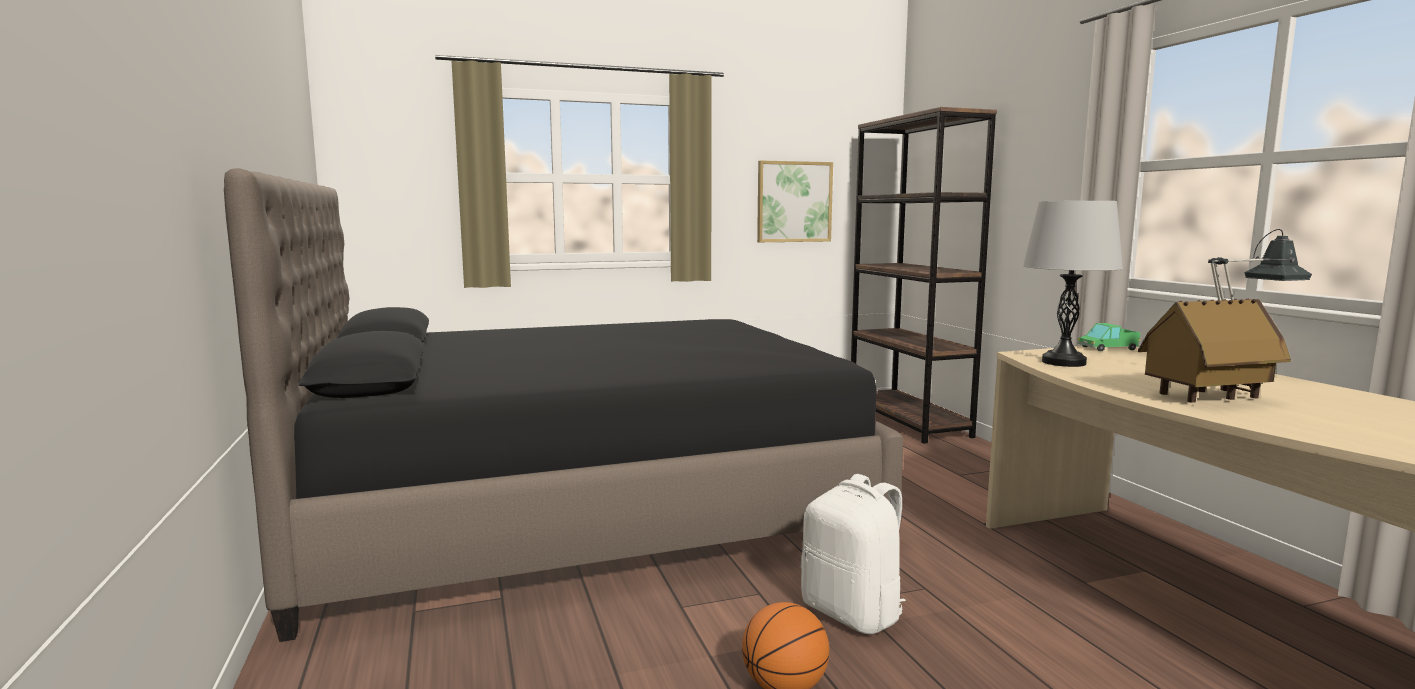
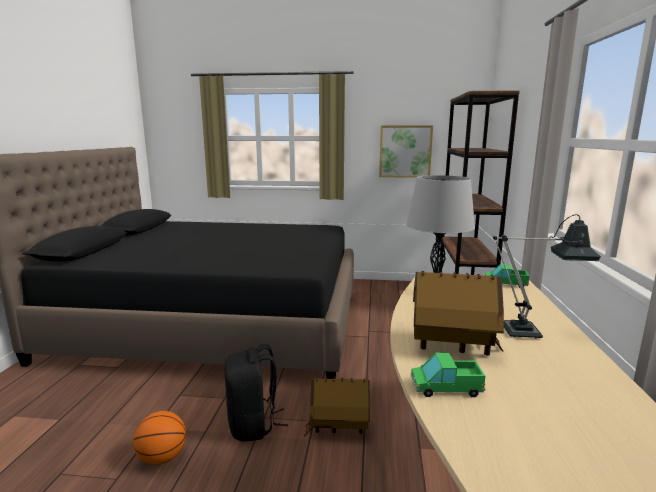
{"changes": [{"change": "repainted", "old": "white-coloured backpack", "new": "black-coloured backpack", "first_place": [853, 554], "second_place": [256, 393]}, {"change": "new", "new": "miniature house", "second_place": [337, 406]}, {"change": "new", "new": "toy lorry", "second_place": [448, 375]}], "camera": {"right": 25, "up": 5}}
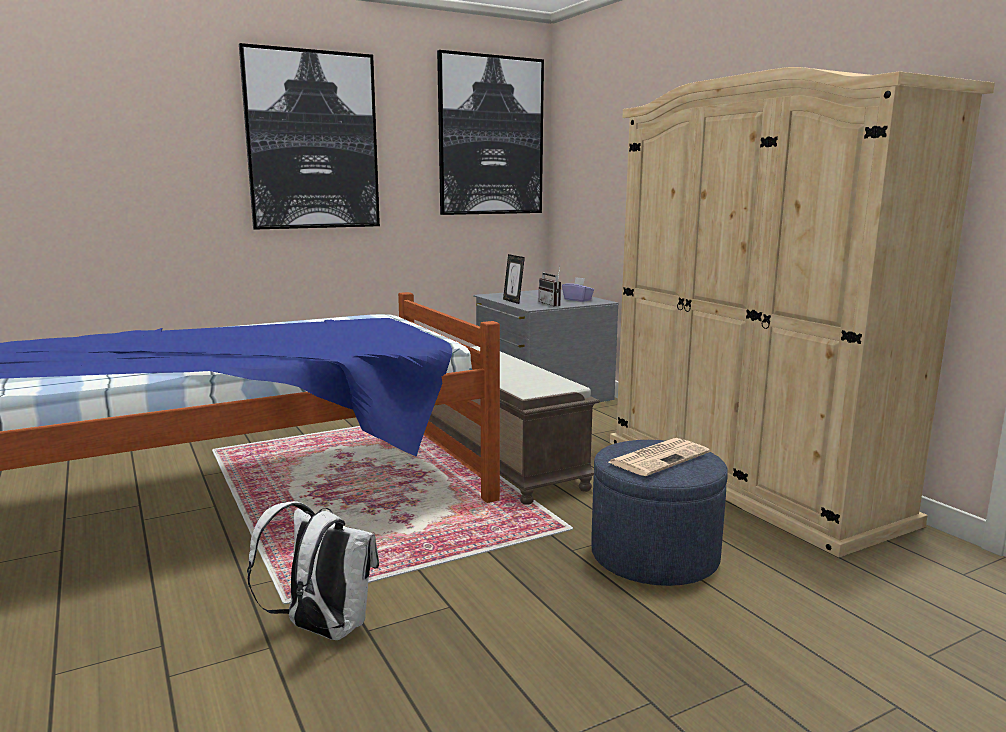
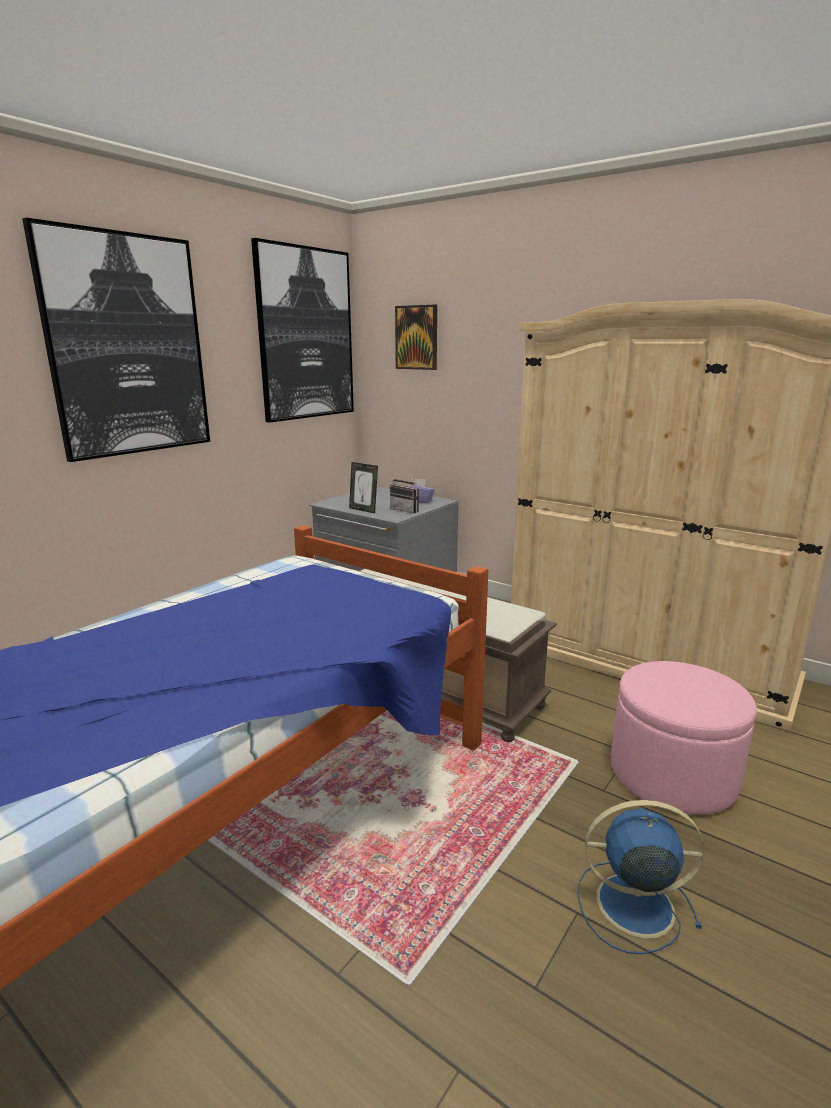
{"changes": [{"change": "new", "new": "picture", "second_place": [416, 337]}, {"change": "new", "new": "blue electric fan", "second_place": [641, 877]}, {"change": "repainted", "old": "blue pouffe", "new": "pink pouffe", "first_place": [659, 513], "second_place": [684, 737]}, {"change": "gone", "old": "white-coloured backpack", "first_place": [313, 570]}, {"change": "gone", "old": "daily paper", "first_place": [659, 457]}], "camera": {"right": -25, "up": 5}}
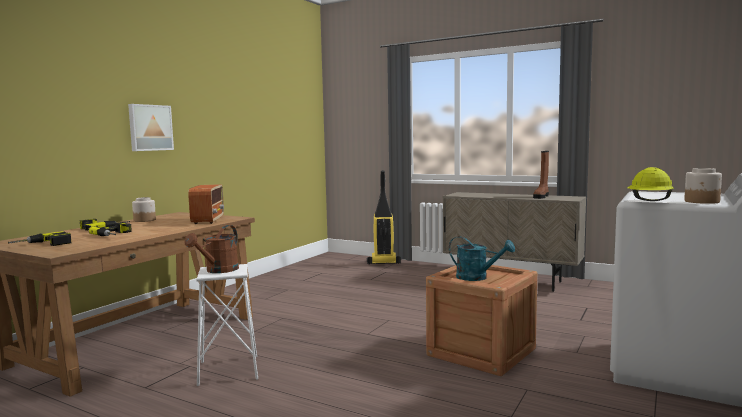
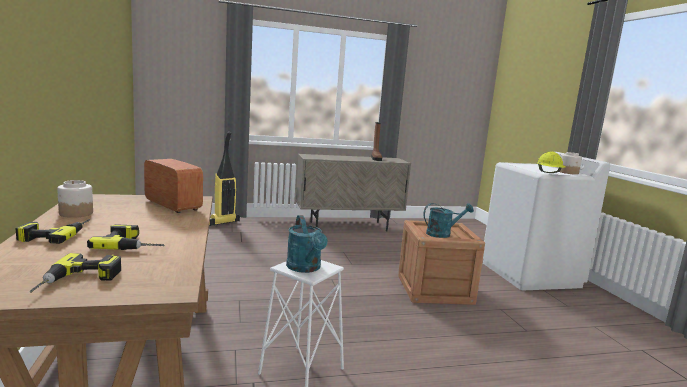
{"changes": [{"change": "repainted", "old": "brown-coloured watering pot", "new": "turquoise watering pot", "first_place": [212, 249], "second_place": [307, 244]}, {"change": "gone", "old": "picture", "first_place": [151, 127]}], "camera": {"right": -45, "up": 5}}
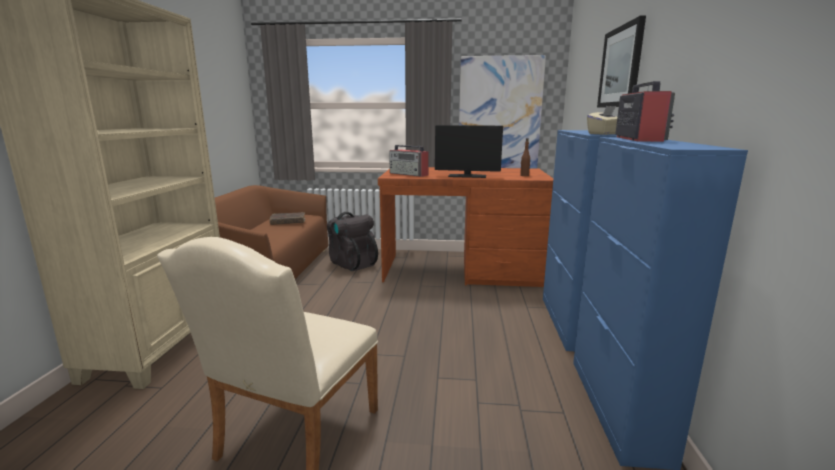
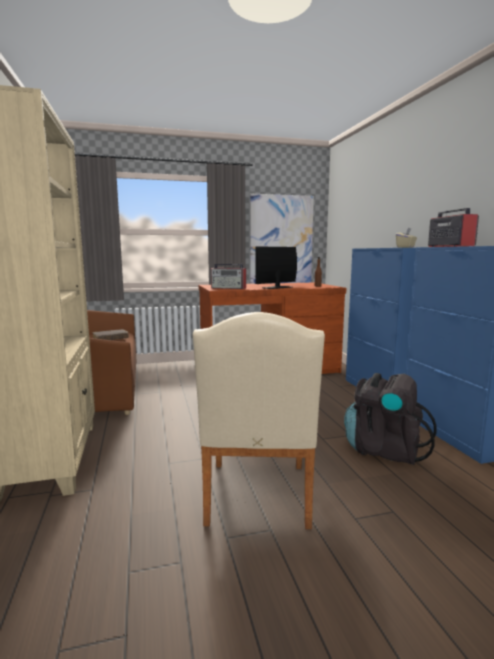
{"changes": [{"change": "rotated", "old": "computer display", "first_place": [469, 151], "second_place": [276, 268], "degrees": 150}, {"change": "shifted", "old": "black-coloured backpack", "first_place": [352, 241], "second_place": [390, 419]}, {"change": "gone", "old": "picture", "first_place": [621, 62]}], "camera": {"right": -20, "up": -5}}
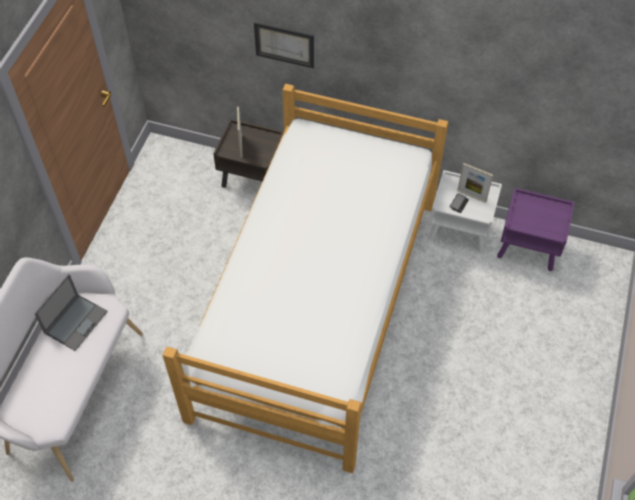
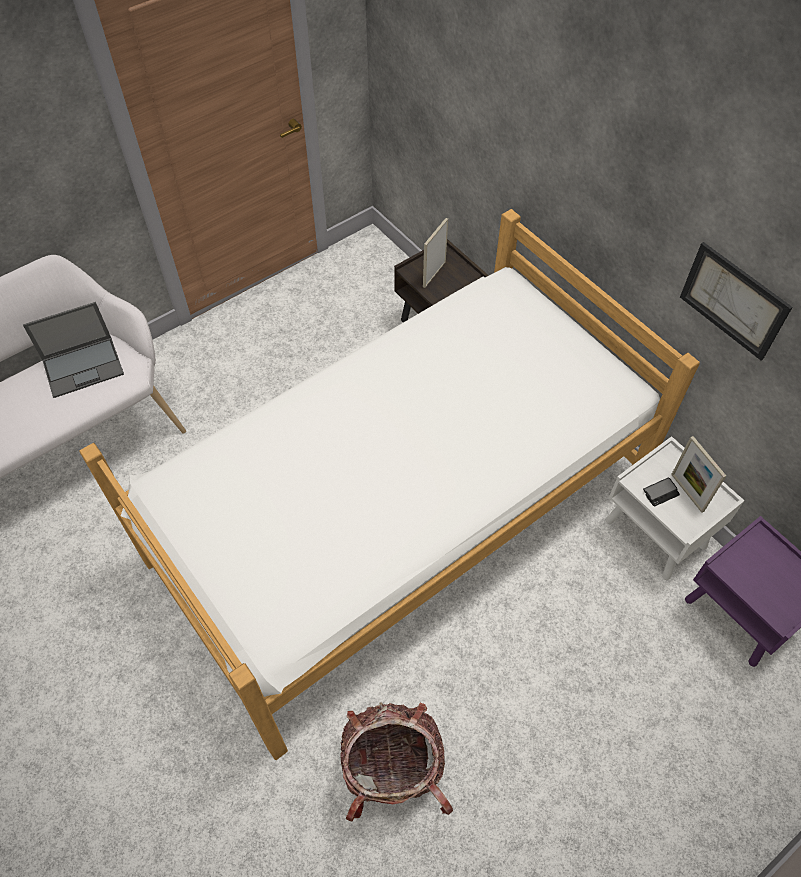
{"changes": [{"change": "new", "new": "backpack", "second_place": [396, 762]}, {"change": "shifted", "old": "picture", "first_place": [284, 45], "second_place": [736, 301]}], "camera": {"right": 35, "up": 0}}
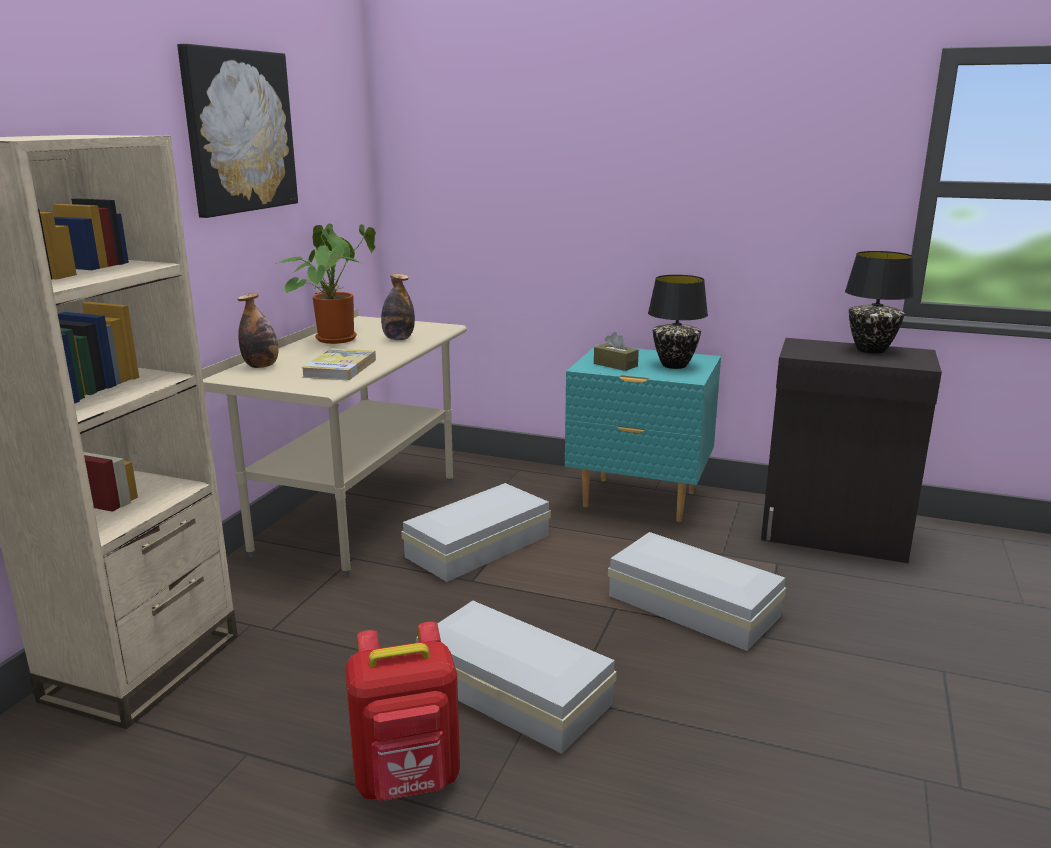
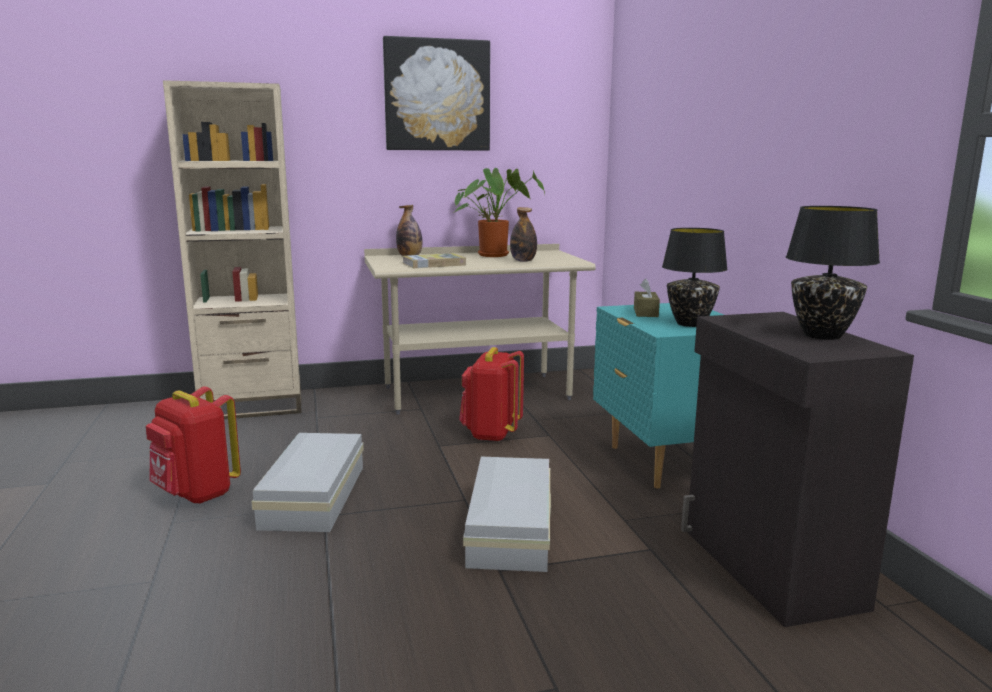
{"changes": [{"change": "swapped", "old": "white-coloured storage container", "new": "reddish backpack", "first_place": [476, 532], "second_place": [491, 394]}], "camera": {"right": 55, "up": -5}}
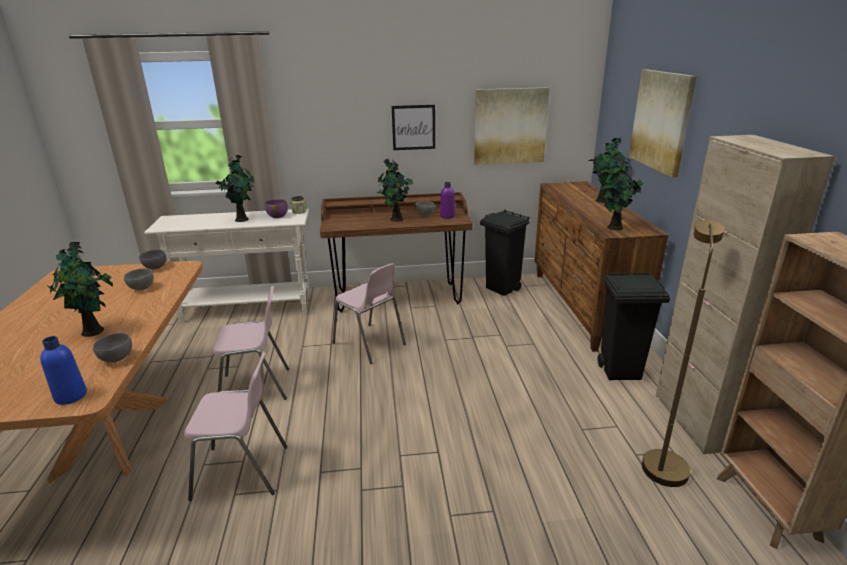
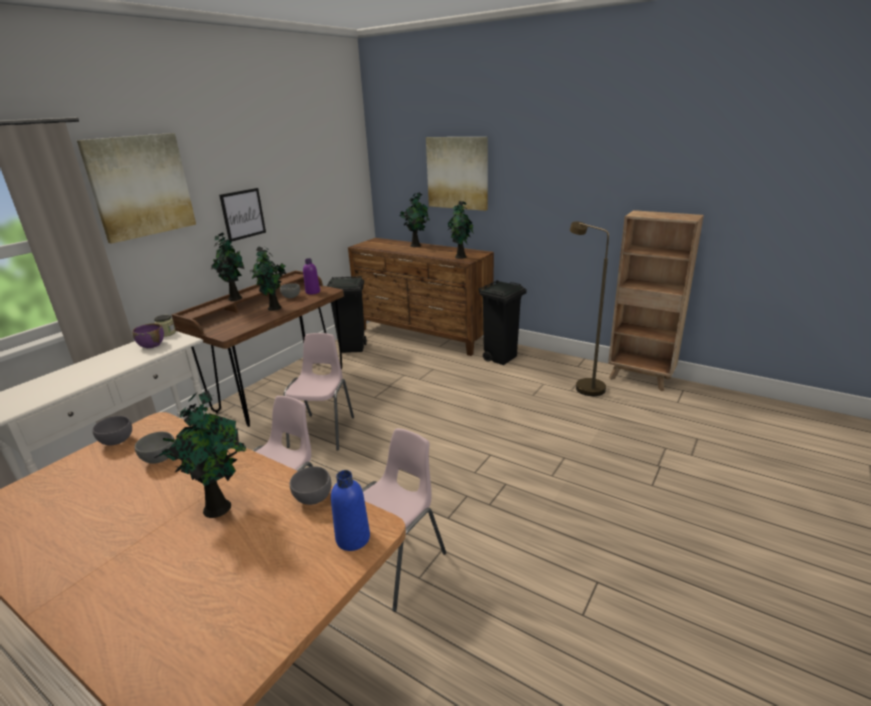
{"changes": [{"change": "shifted", "old": "picture", "first_place": [512, 126], "second_place": [136, 188]}, {"change": "shifted", "old": "plant in a pot", "first_place": [234, 188], "second_place": [227, 266]}, {"change": "rotated", "old": "pink plain chair", "first_place": [369, 313], "second_place": [318, 392], "degrees": -75}, {"change": "gone", "old": "beige cupboard", "first_place": [745, 294]}], "camera": {"right": -50, "up": 0}}
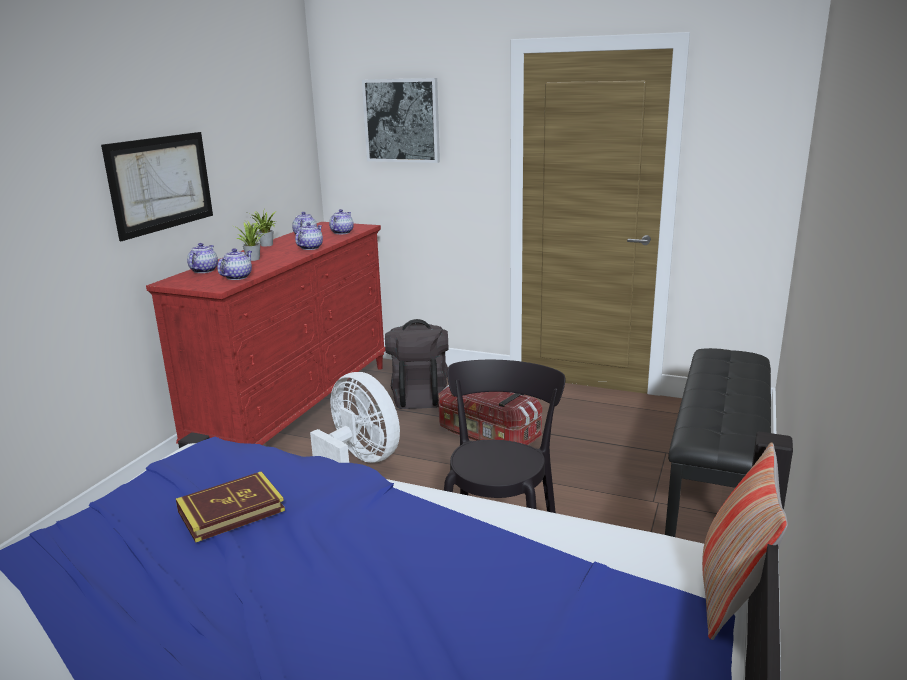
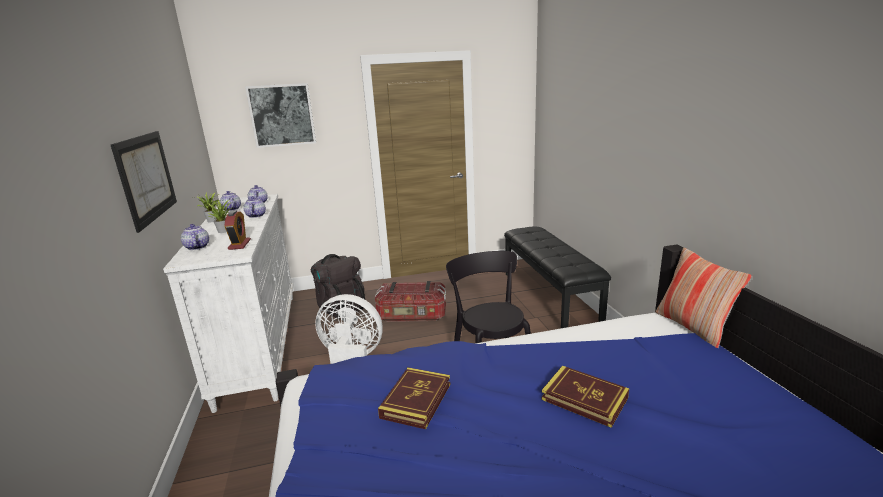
{"changes": [{"change": "repainted", "old": "reddish dresser", "new": "white-coloured dresser", "first_place": [265, 333], "second_place": [228, 303]}, {"change": "swapped", "old": "teapot", "new": "table clock", "first_place": [234, 264], "second_place": [237, 230]}, {"change": "new", "new": "bound book", "second_place": [585, 396]}], "camera": {"right": -35, "up": 0}}
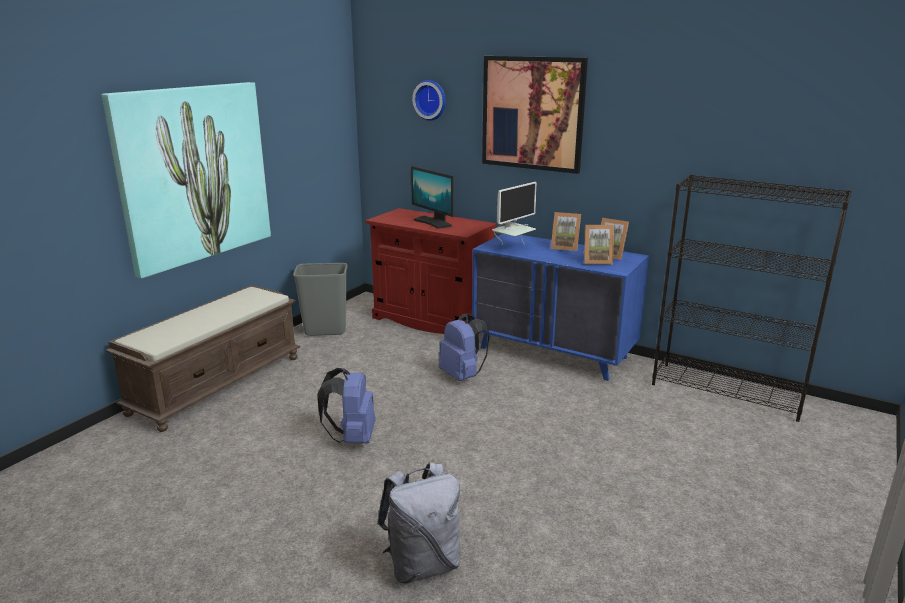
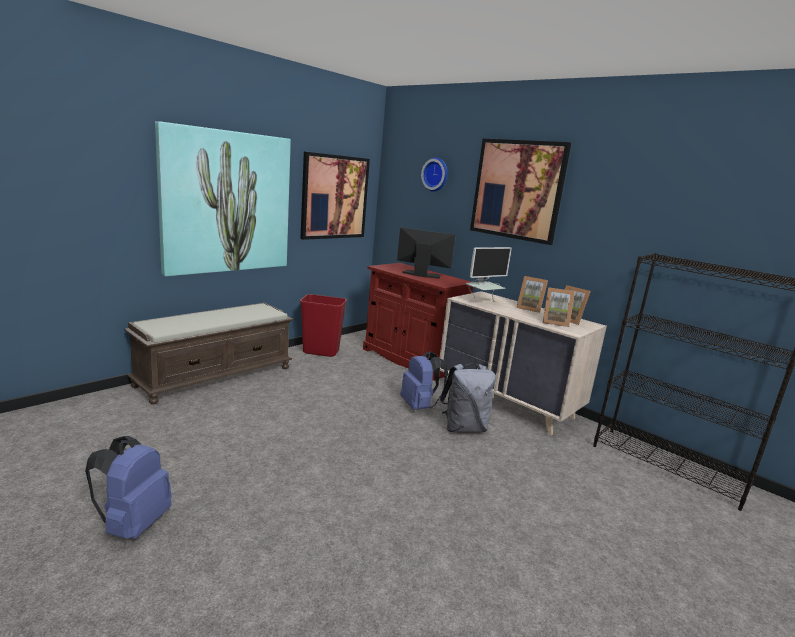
{"changes": [{"change": "shifted", "old": "blue backpack", "first_place": [346, 406], "second_place": [128, 487]}, {"change": "new", "new": "picture", "second_place": [335, 196]}, {"change": "repainted", "old": "gray waste bin", "new": "reddish waste bin", "first_place": [320, 299], "second_place": [323, 325]}, {"change": "rotated", "old": "computer display", "first_place": [432, 197], "second_place": [426, 253], "degrees": 135}, {"change": "repainted", "old": "blue dresser", "new": "beige dresser", "first_place": [560, 307], "second_place": [523, 363]}, {"change": "shifted", "old": "gray backpack", "first_place": [418, 523], "second_place": [468, 398]}], "camera": {"right": 10, "up": -5}}
